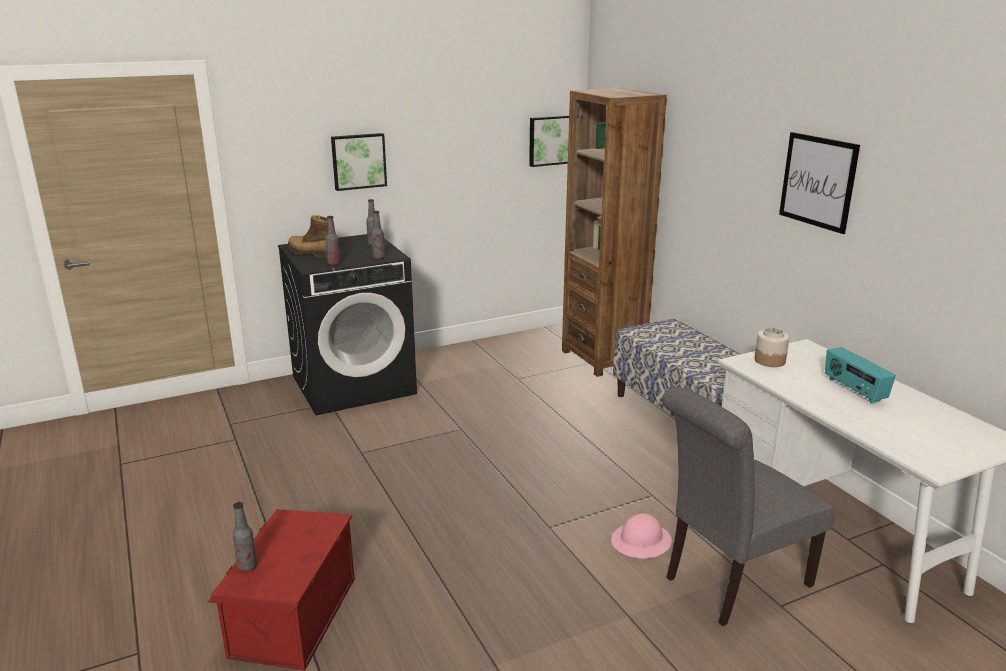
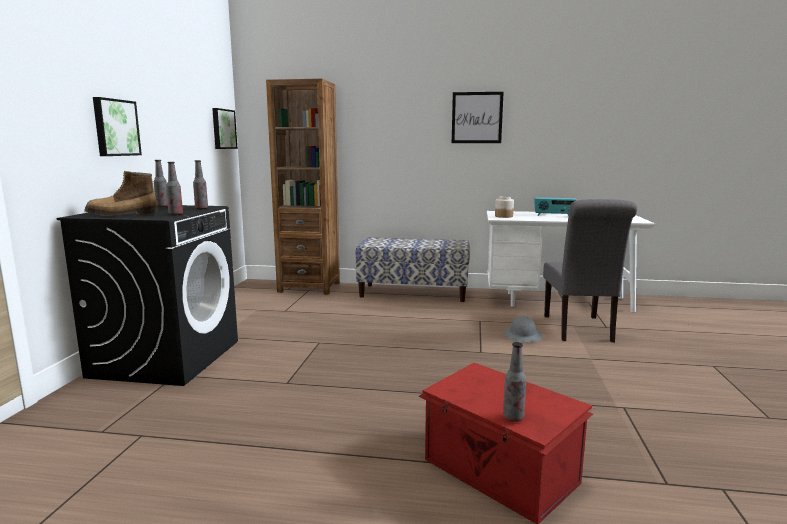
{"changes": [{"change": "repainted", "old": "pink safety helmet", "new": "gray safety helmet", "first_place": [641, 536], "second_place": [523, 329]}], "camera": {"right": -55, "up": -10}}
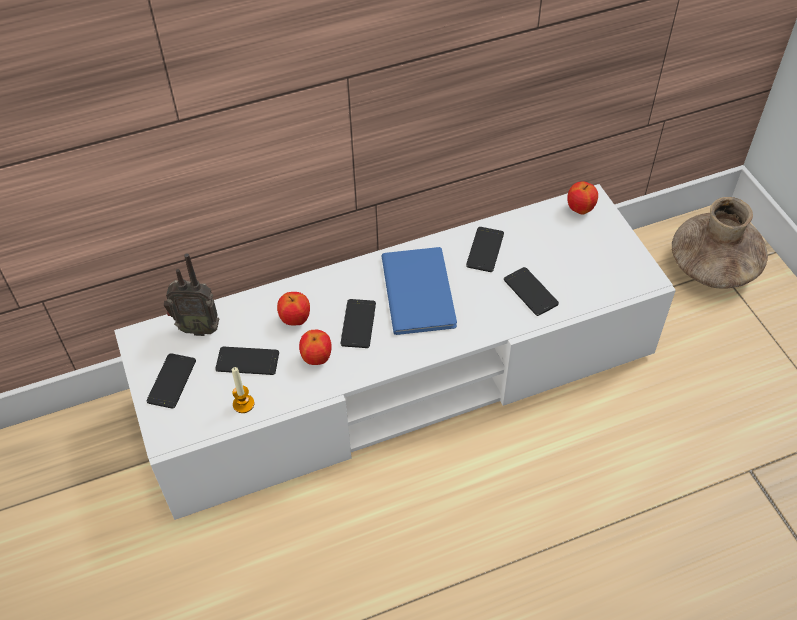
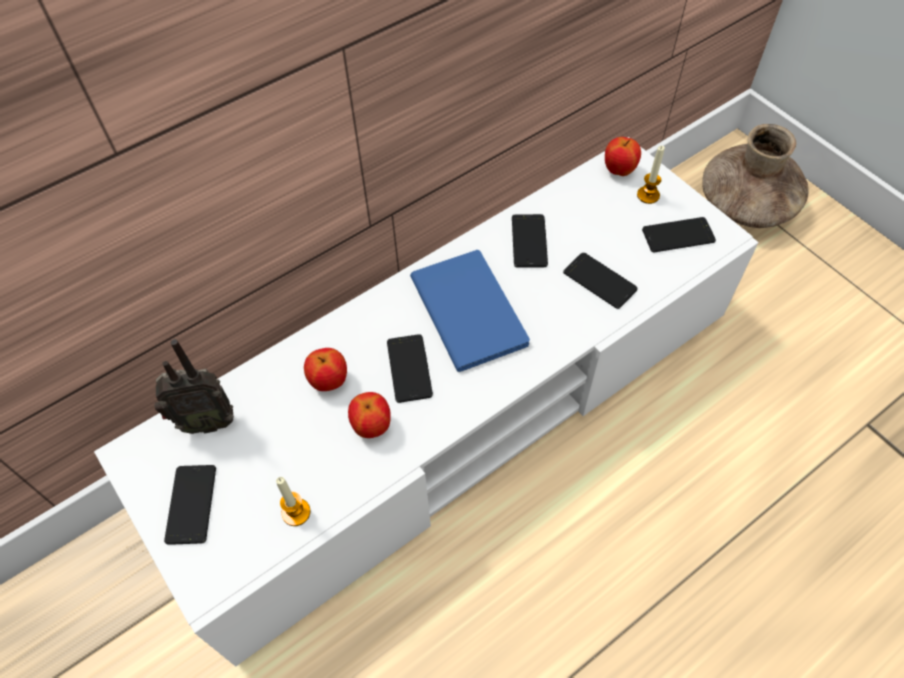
{"changes": [{"change": "new", "new": "wax candle", "second_place": [651, 175]}, {"change": "shifted", "old": "handset", "first_place": [247, 361], "second_place": [679, 234]}], "camera": {"right": -15, "up": 5}}
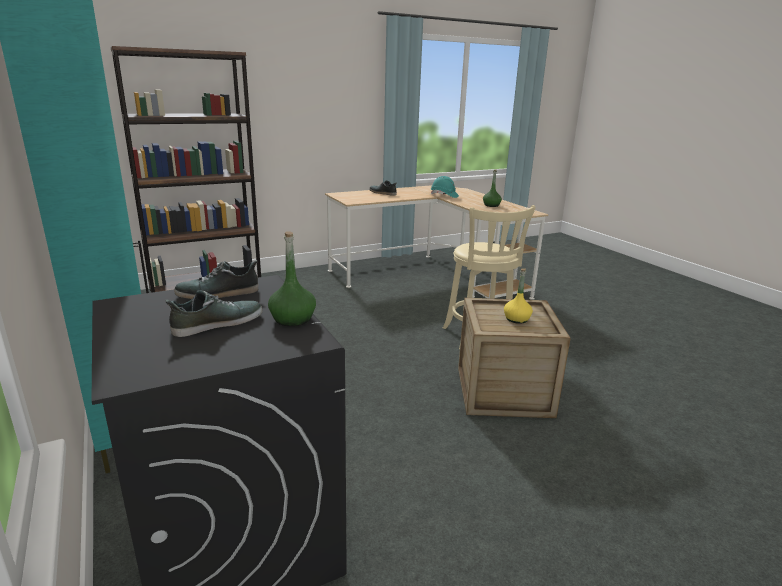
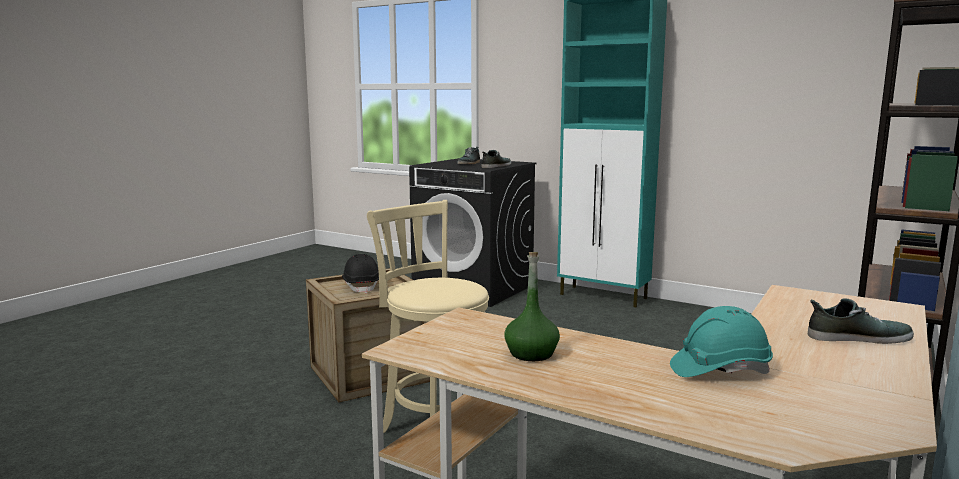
{"changes": [{"change": "swapped", "old": "yellow-coloured bottle", "new": "black-coloured safety helmet", "first_place": [518, 296], "second_place": [360, 274]}, {"change": "gone", "old": "green bottle", "first_place": [292, 278]}], "camera": {"right": 150, "up": -10}}
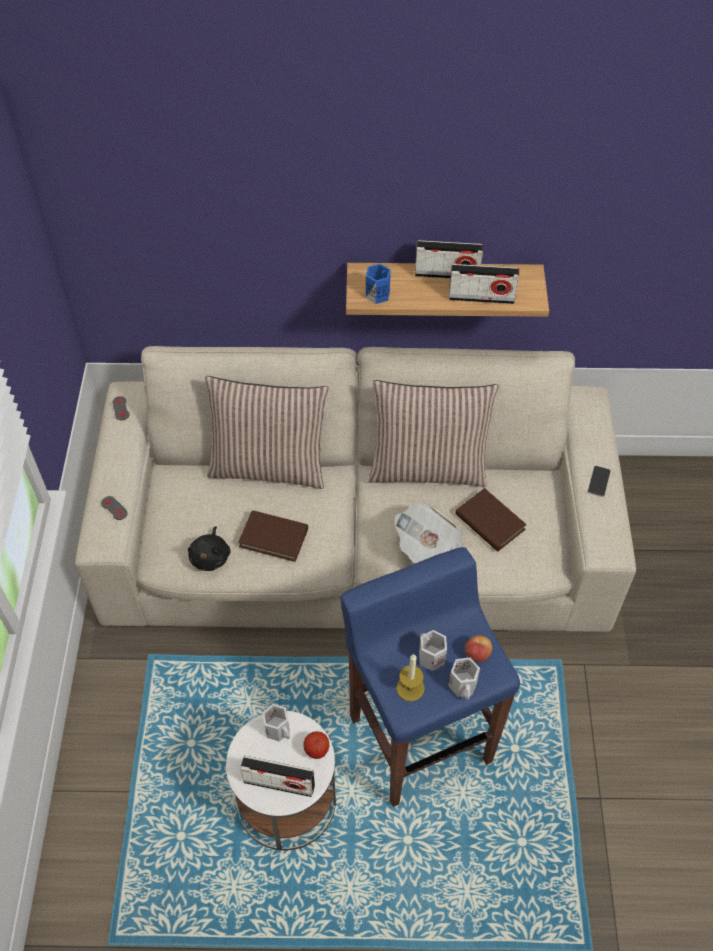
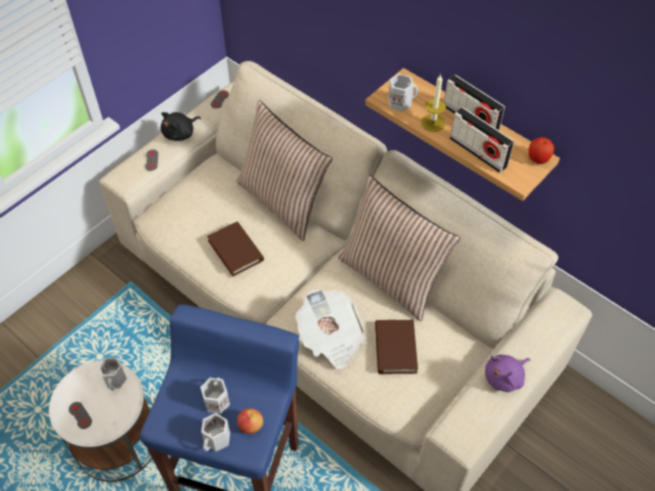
{"changes": [{"change": "swapped", "old": "radio receiver", "new": "gray game controller", "first_place": [277, 776], "second_place": [80, 415]}, {"change": "shifted", "old": "black-coloured plush toy", "first_place": [209, 548], "second_place": [181, 126]}, {"change": "repainted", "old": "blue mug", "new": "white-coloured mug", "first_place": [378, 284], "second_place": [403, 93]}, {"change": "shifted", "old": "wax candle", "first_place": [410, 677], "second_place": [433, 103]}, {"change": "swapped", "old": "handset", "new": "purple-coloured plush toy", "first_place": [599, 481], "second_place": [508, 373]}, {"change": "shifted", "old": "apple fruit", "first_place": [316, 745], "second_place": [541, 150]}], "camera": {"right": 40, "up": 0}}
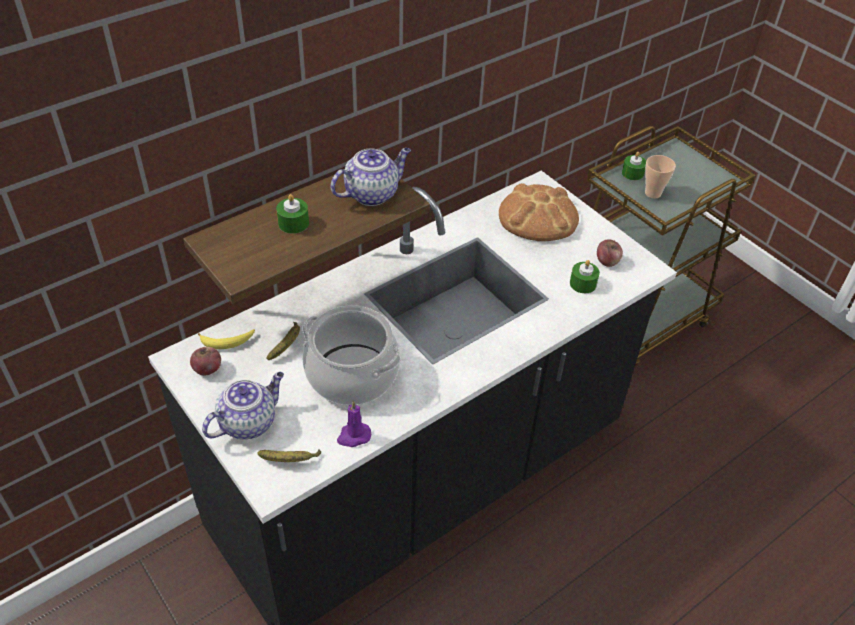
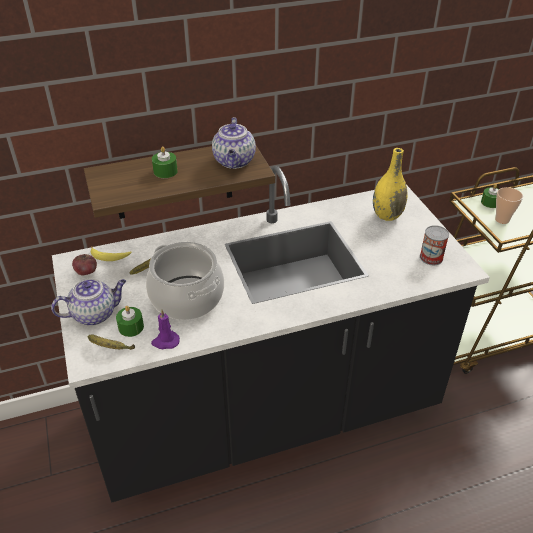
{"changes": [{"change": "shifted", "old": "green wax candle", "first_place": [585, 276], "second_place": [130, 321]}, {"change": "rotated", "old": "teapot", "first_place": [370, 177], "second_place": [234, 143], "degrees": 105}, {"change": "swapped", "old": "bread", "new": "yellow-coloured flower vase", "first_place": [539, 212], "second_place": [390, 184]}, {"change": "swapped", "old": "apple fruit", "new": "metal can", "first_place": [610, 253], "second_place": [434, 245]}], "camera": {"right": 20, "up": -5}}
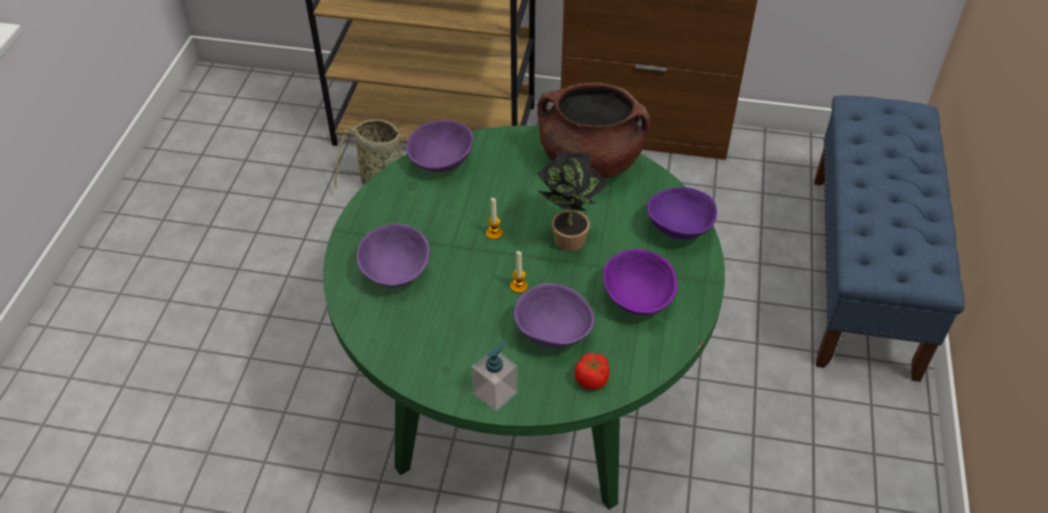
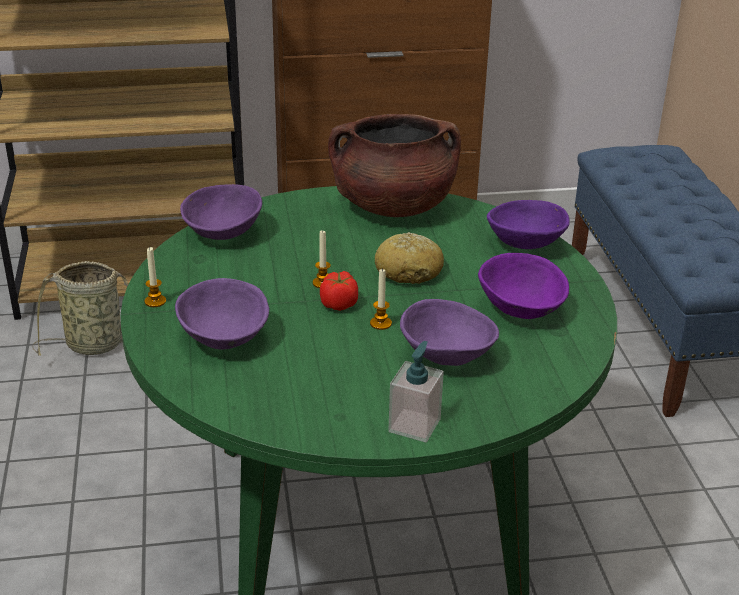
{"changes": [{"change": "new", "new": "wax candle", "second_place": [155, 277]}, {"change": "shifted", "old": "whole tomato", "first_place": [592, 371], "second_place": [339, 291]}, {"change": "swapped", "old": "plant in a pot", "new": "bread", "first_place": [573, 202], "second_place": [409, 258]}], "camera": {"right": -20, "up": -15}}
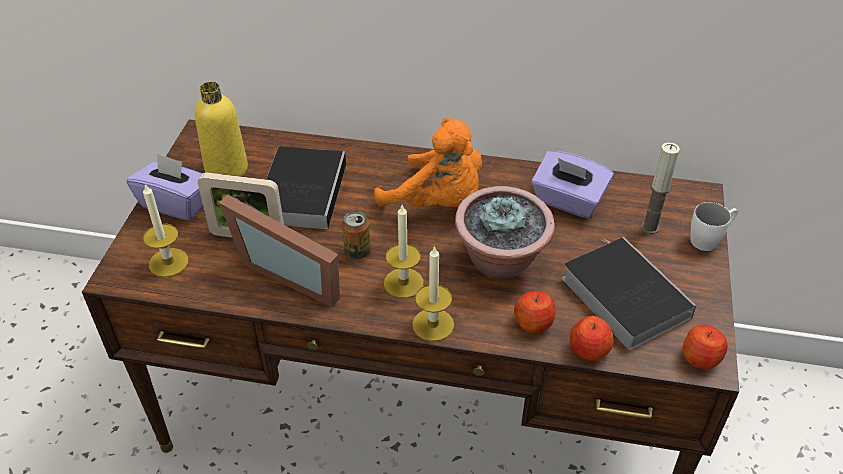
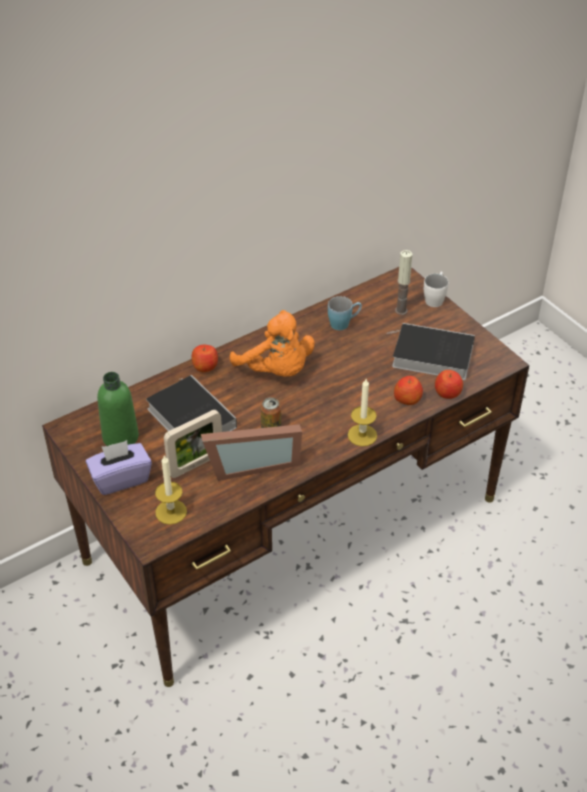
{"changes": [{"change": "repainted", "old": "yellow-coloured bottle", "new": "green bottle", "first_place": [221, 129], "second_place": [118, 409]}, {"change": "shifted", "old": "apple fruit", "first_place": [705, 347], "second_place": [205, 358]}, {"change": "rotated", "old": "orangey plush toy", "first_place": [428, 162], "second_place": [272, 343], "degrees": 60}, {"change": "swapped", "old": "purple-coloured box of tissues", "new": "blue mug", "first_place": [572, 184], "second_place": [345, 313]}, {"change": "gone", "old": "wax candle", "first_place": [404, 251]}, {"change": "gone", "old": "plant in a pot", "first_place": [505, 232]}], "camera": {"right": -45, "up": 0}}
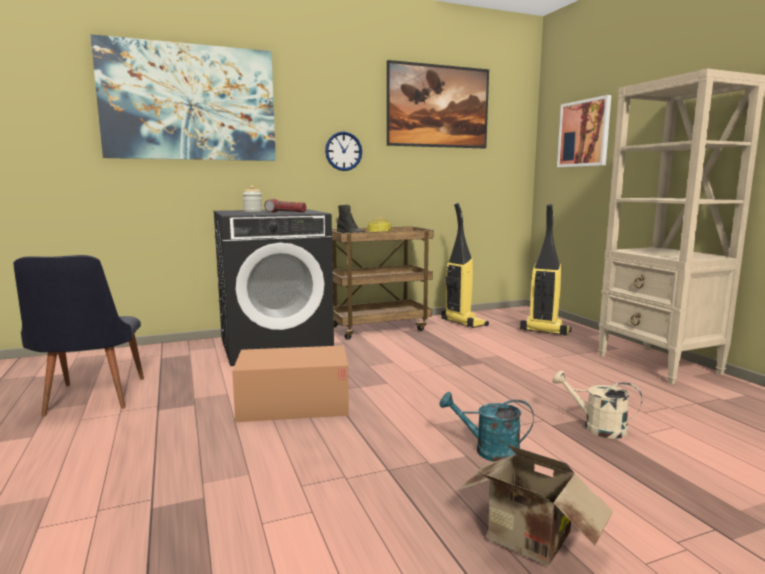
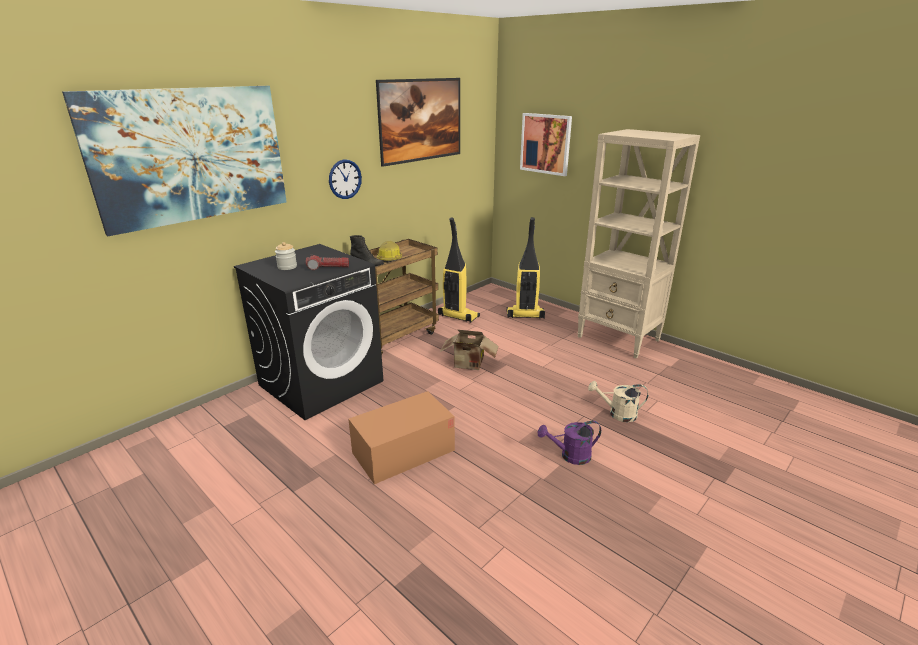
{"changes": [{"change": "shifted", "old": "carton", "first_place": [535, 505], "second_place": [469, 350]}, {"change": "repainted", "old": "turquoise watering pot", "new": "purple-coloured watering pot", "first_place": [486, 427], "second_place": [569, 443]}, {"change": "gone", "old": "black-coloured plain chair", "first_place": [78, 335]}], "camera": {"right": -25, "up": 15}}
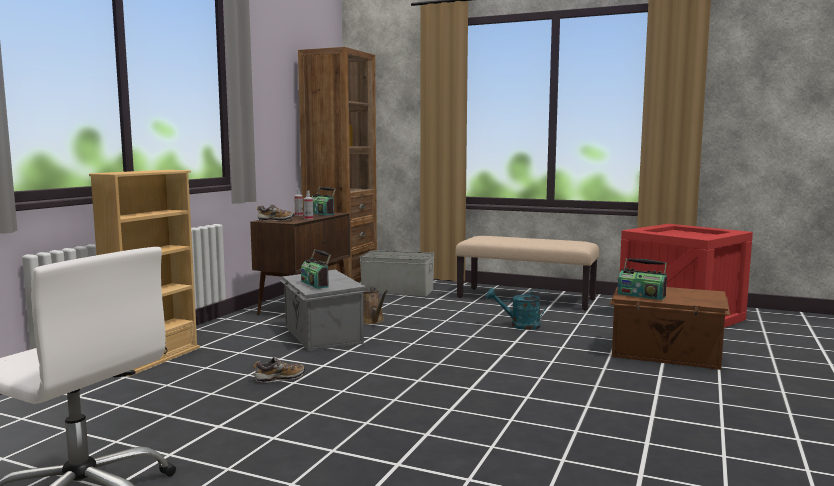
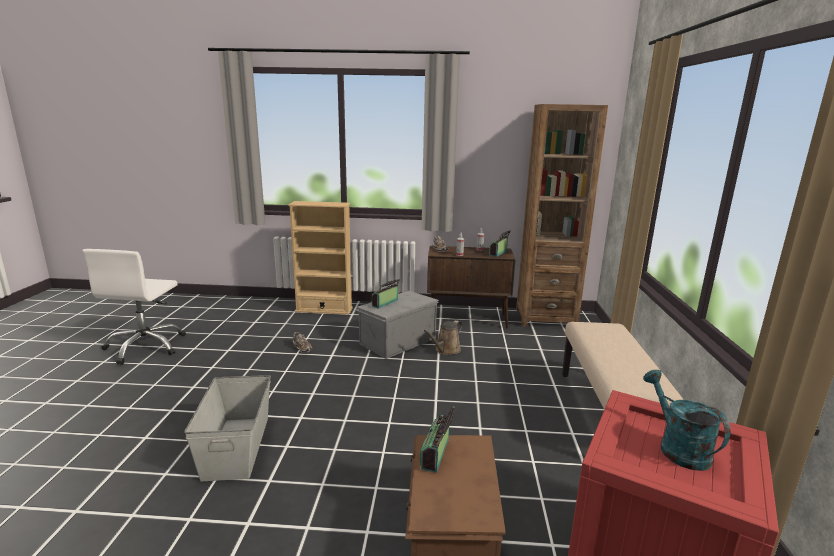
{"changes": [{"change": "shifted", "old": "gray storage container", "first_place": [397, 273], "second_place": [227, 428]}, {"change": "shifted", "old": "turquoise watering pot", "first_place": [517, 309], "second_place": [687, 420]}], "camera": {"right": 70, "up": 10}}
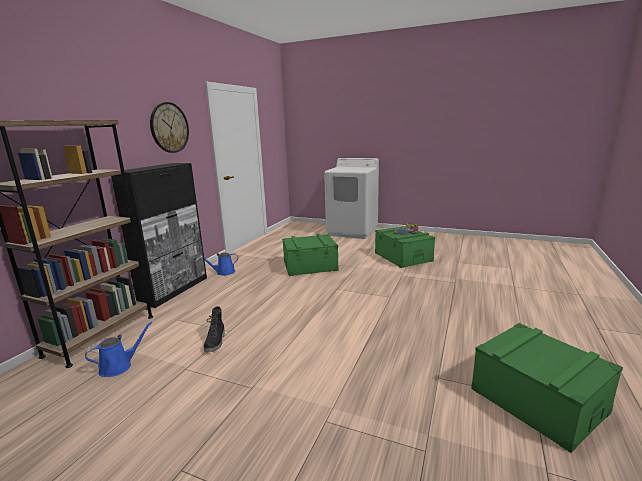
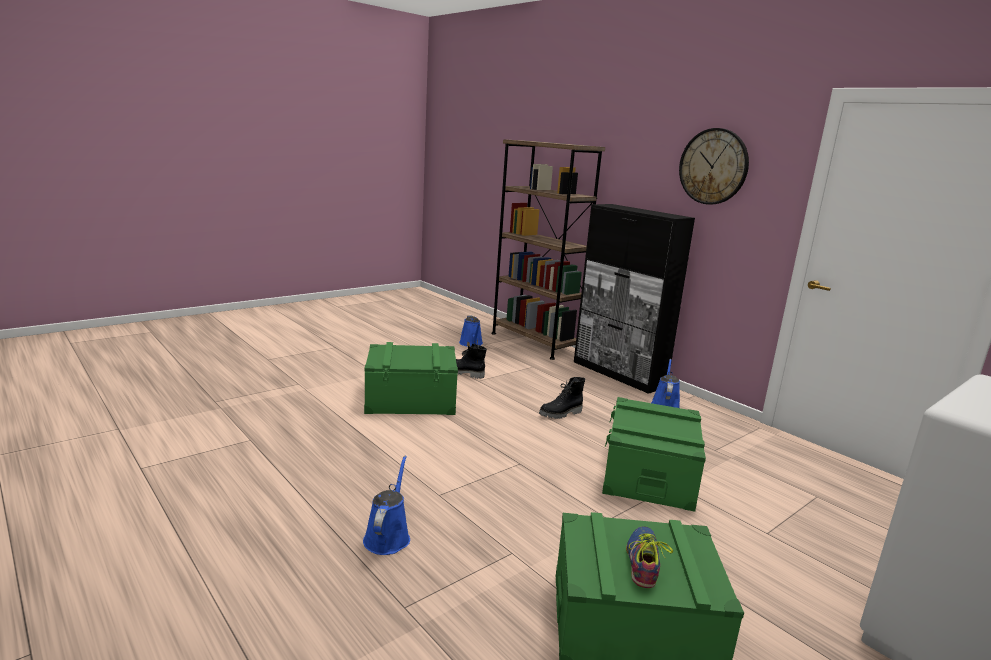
{"changes": [{"change": "new", "new": "blue watering pot", "second_place": [386, 505]}, {"change": "shifted", "old": "green storage container", "first_place": [547, 388], "second_place": [411, 378]}, {"change": "new", "new": "black-coloured tall boot", "second_place": [562, 398]}], "camera": {"right": 115, "up": 0}}
